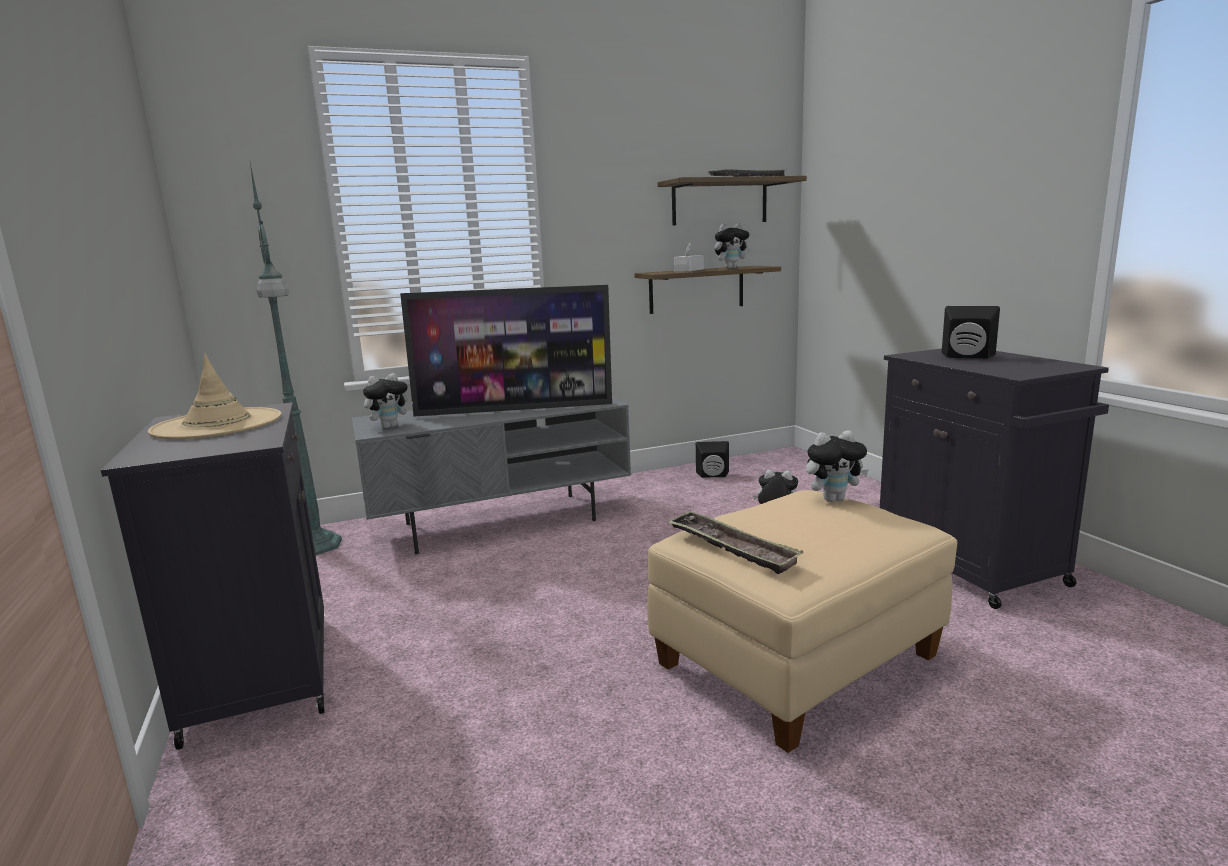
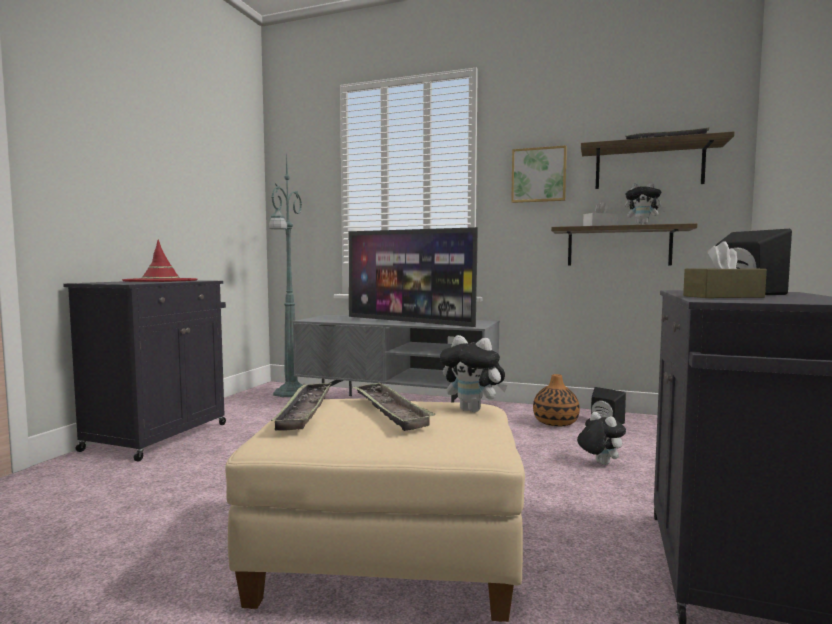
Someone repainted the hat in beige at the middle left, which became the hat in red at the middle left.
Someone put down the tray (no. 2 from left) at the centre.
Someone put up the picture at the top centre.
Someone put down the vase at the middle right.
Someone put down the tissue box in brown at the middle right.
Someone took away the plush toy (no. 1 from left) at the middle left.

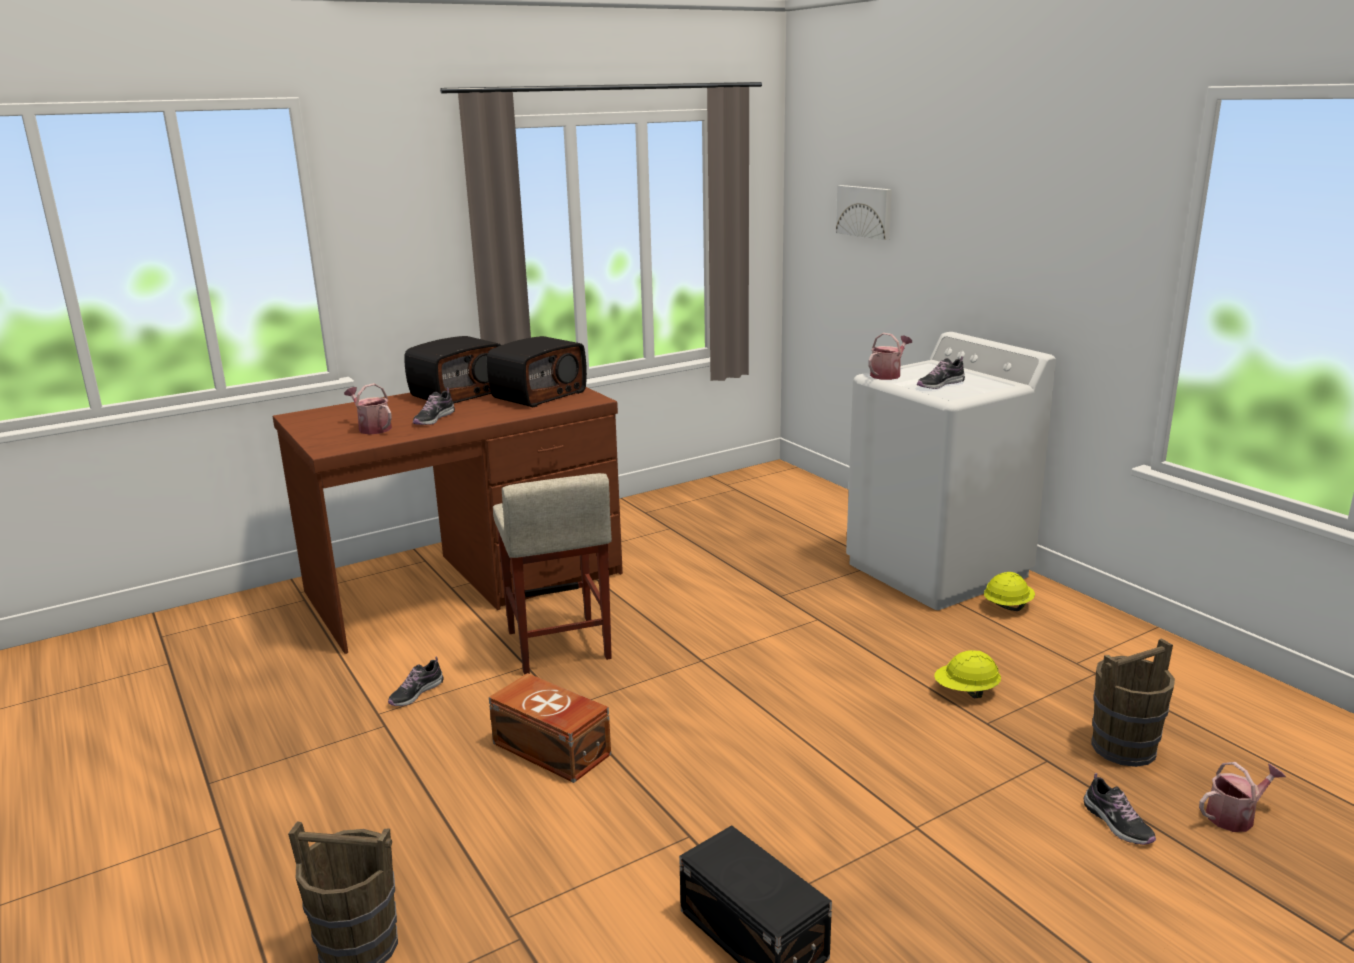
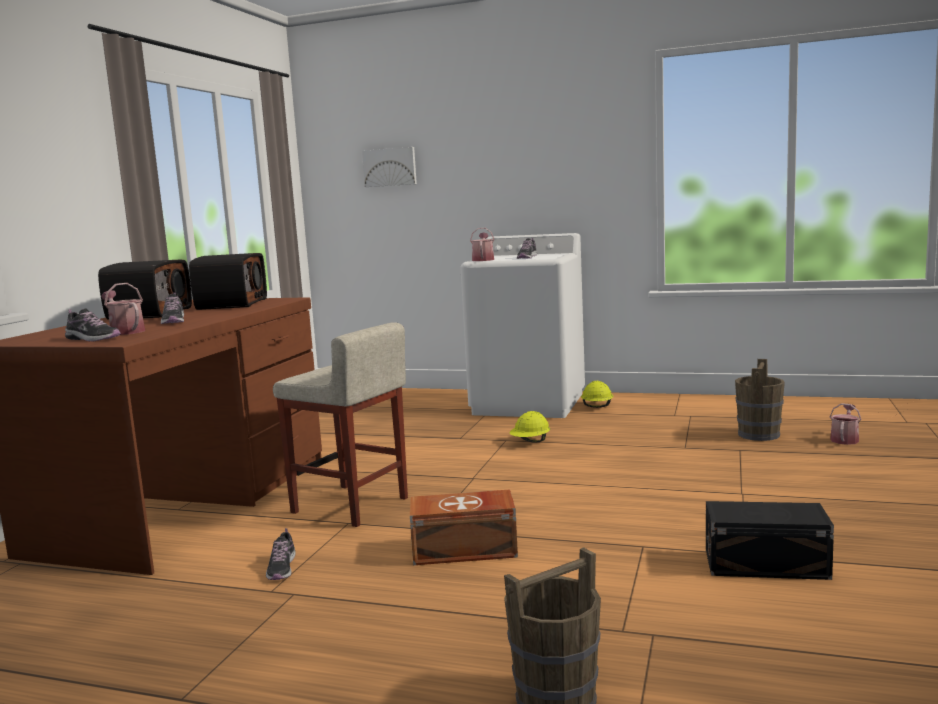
Someone carried the shoe (no. 4 from left in the first image) from the bottom right to the middle left.
Someone rotated the watering can (no. 1 from left) at the middle left by 45 degrees clockwise.
Someone carried the hard hat in yellow (no. 1 from left) from the bottom right to the centre.

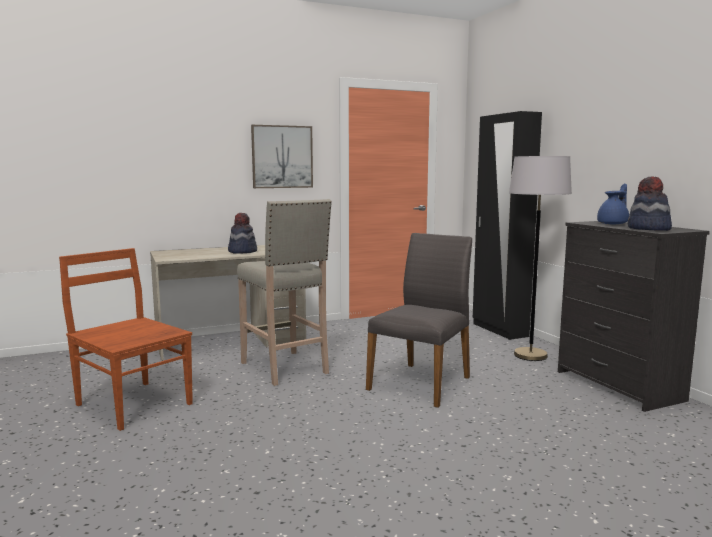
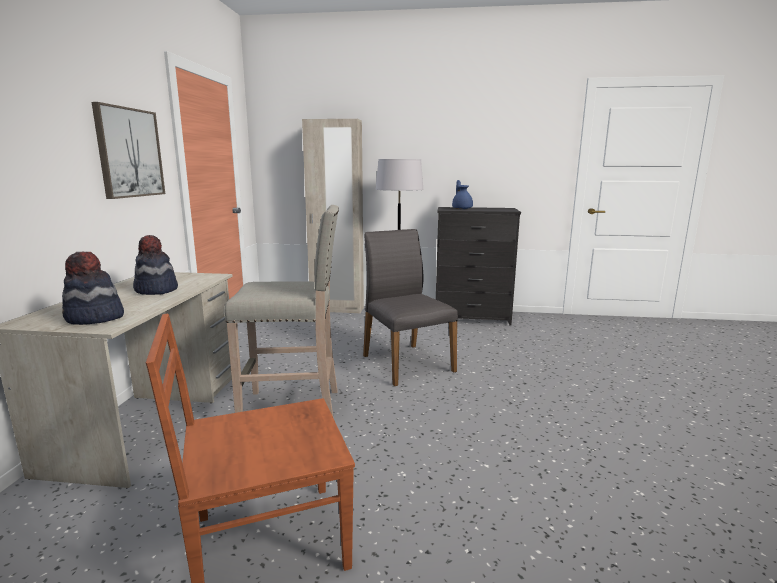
Someone carried the hat (no. 2 from left in the first image) from the middle right to the middle left.
Someone repainted the wardrobe in black at the middle right, which became the wardrobe in beige at the centre.

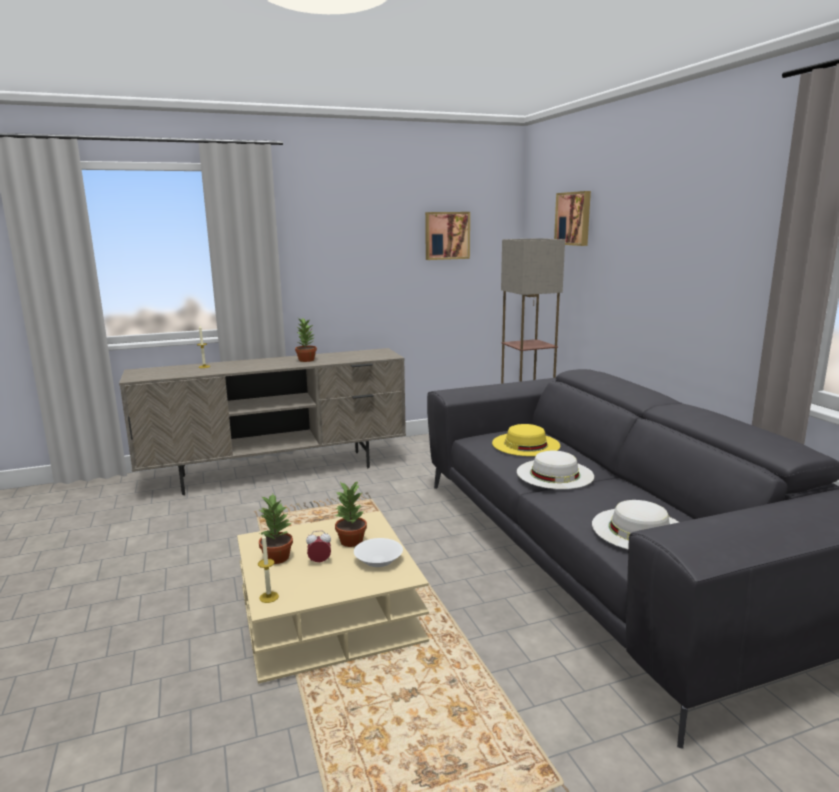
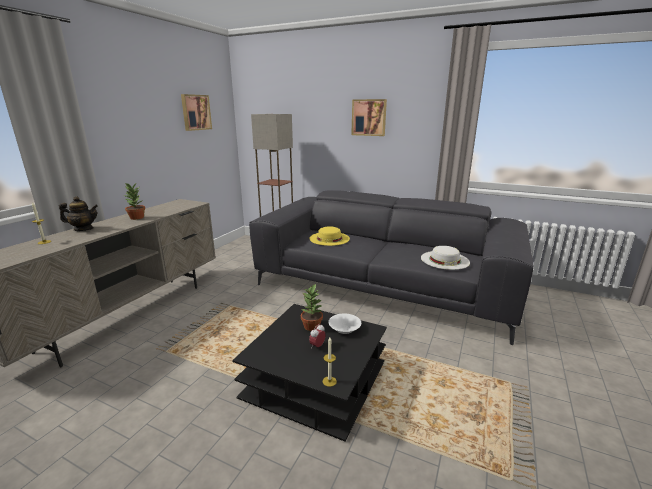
Someone put down the teapot at the middle left.
Someone repainted the coffee table in beige at the bottom centre, which became the coffee table in black at the bottom centre.
Someone carried the picture (no. 2 from left) from the top right to the top centre.
Someone took away the potted plant (no. 1 from left) at the bottom left.
Someone took away the hat in white (no. 1 from left) at the centre.

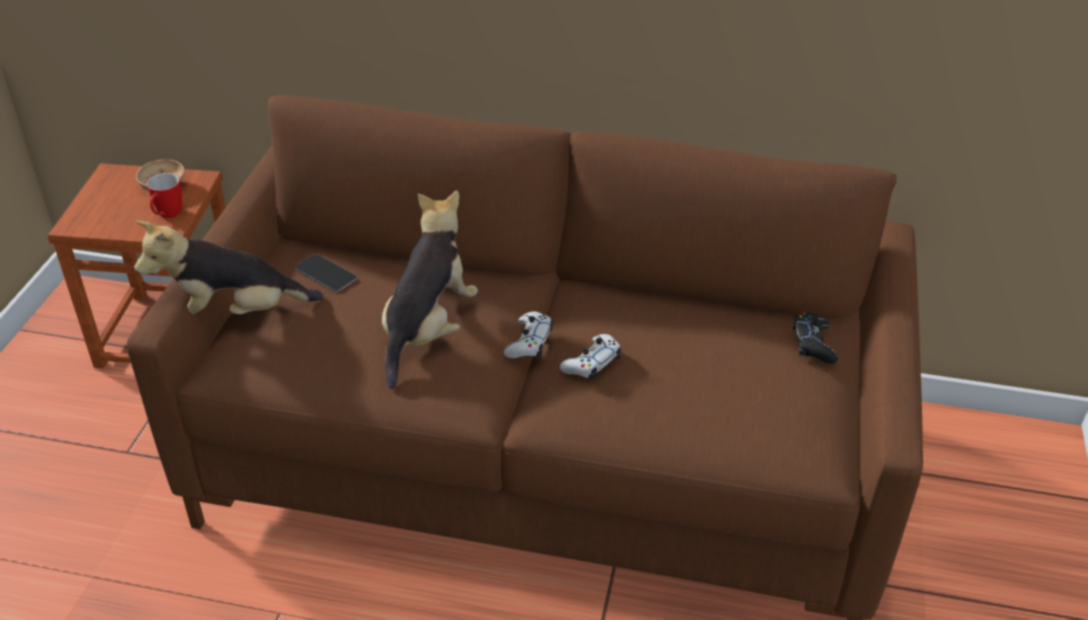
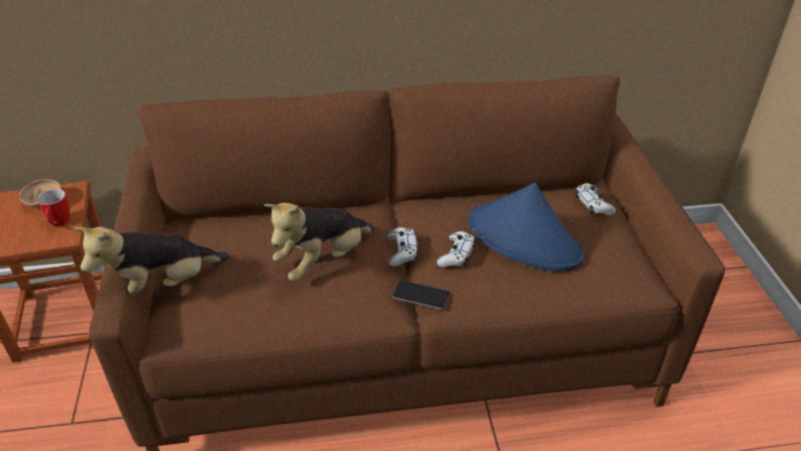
Someone rotated the plush toy (no. 2 from left) at the centre by 135 degrees counterclockwise.
Someone carried the phone from the middle left to the centre.
Someone put down the hat in blue at the centre.
Someone repainted the game controller in black at the middle right, which became the game controller in white (no. 3 from left) at the middle right.

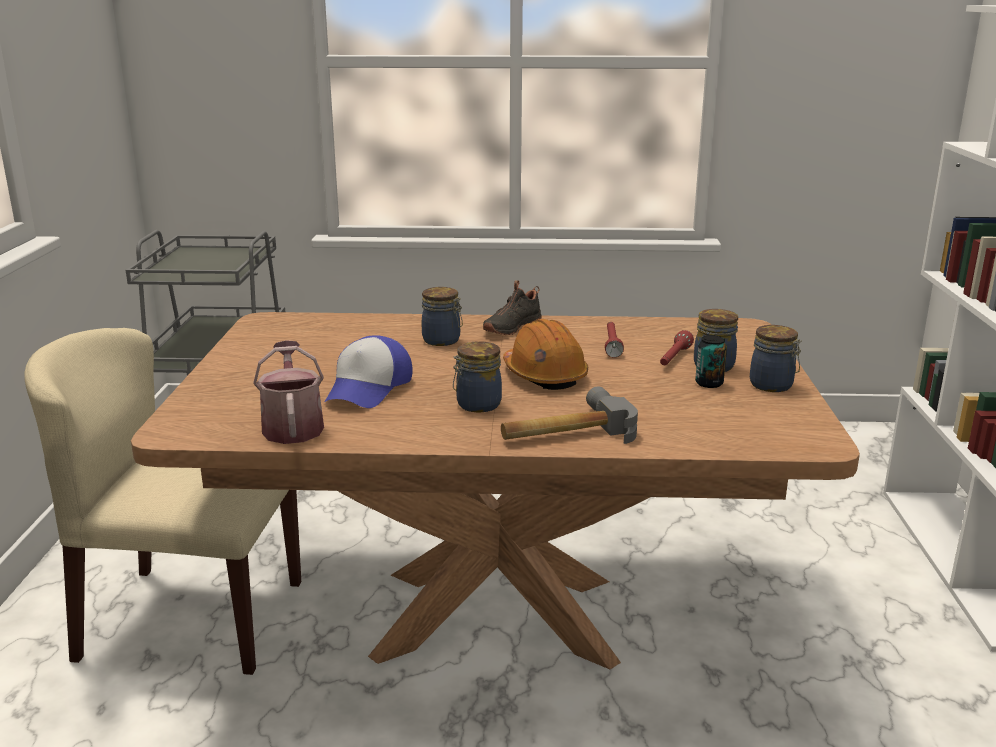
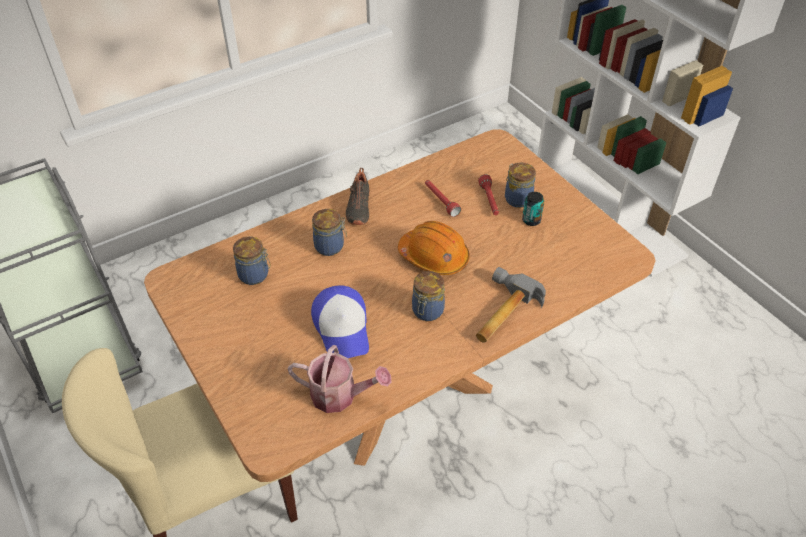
Someone carried the jar (no. 4 from left in the first image) from the middle right to the middle left.
Someone rotated the watering can at the middle left by 150 degrees clockwise.

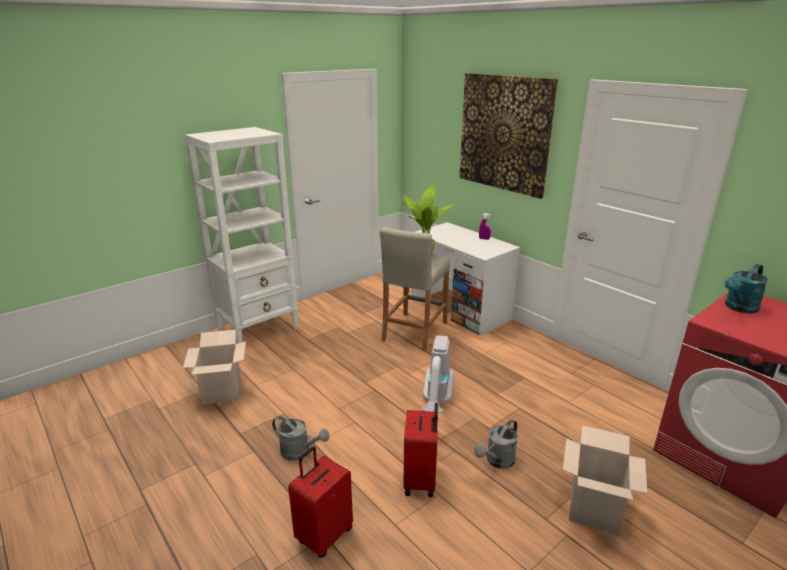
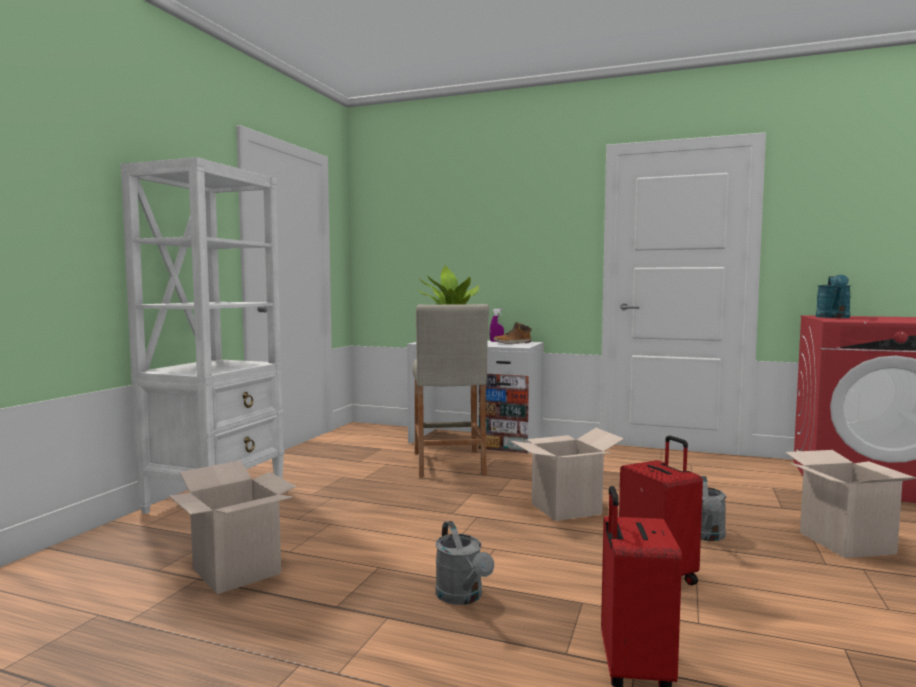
Someone rotated the watering can in grey (no. 1 from left) at the bottom centre by 75 degrees clockwise.
Someone put down the boot at the centre.
Someone swapped the vacuum cleaner at the centre for the cardboard box (no. 2 from left) at the bottom centre.
Someone took away the picture at the top centre.

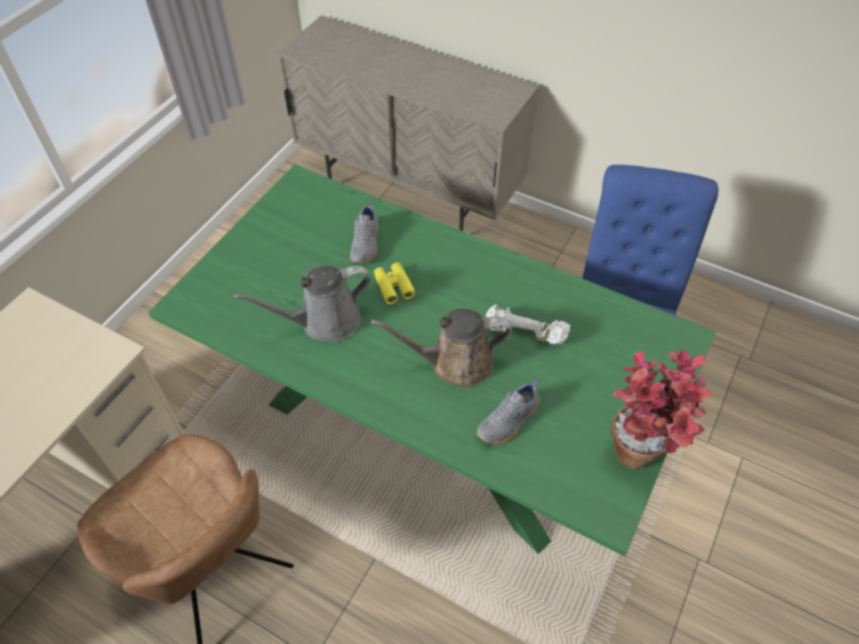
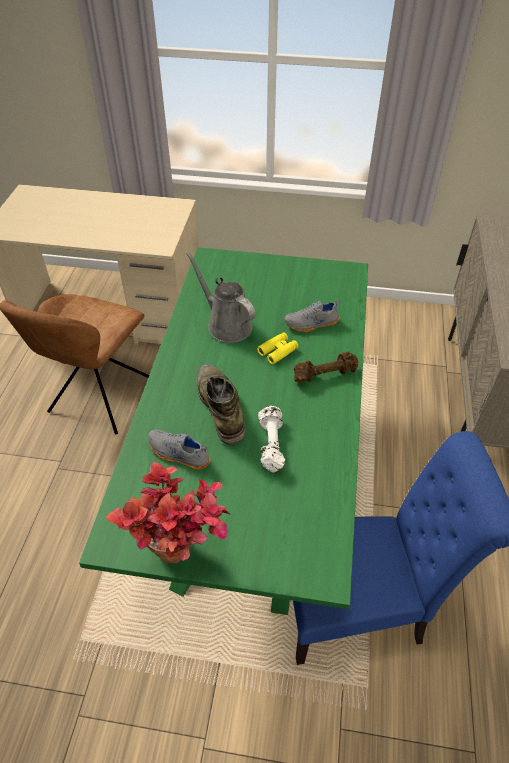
Someone swapped the watering can in brown at the centre for the boot in green at the centre.
Someone put down the dumbbell in brown at the centre.

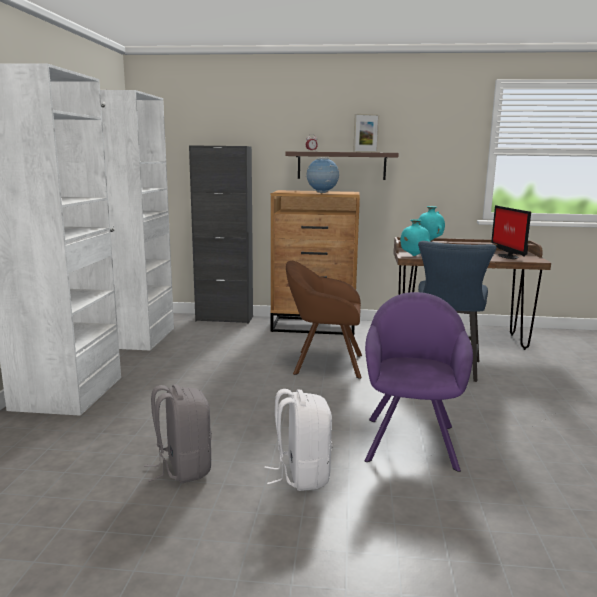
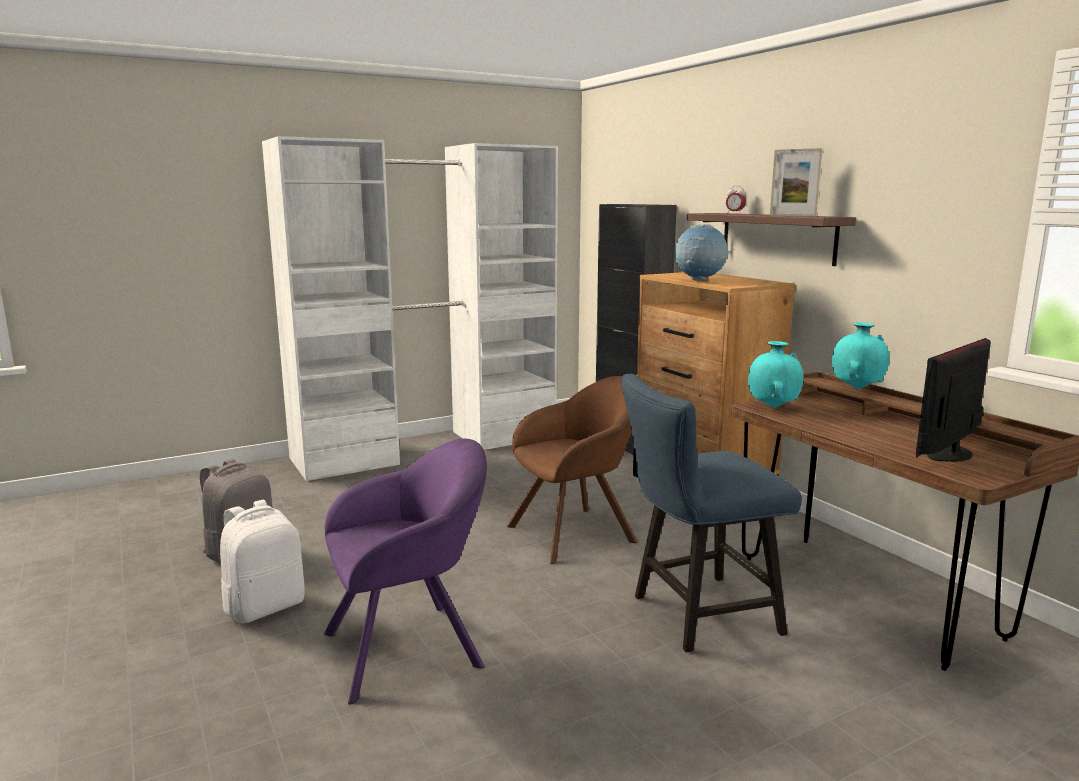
Someone rotated the armchair in brown at the centre by 90 degrees clockwise.

